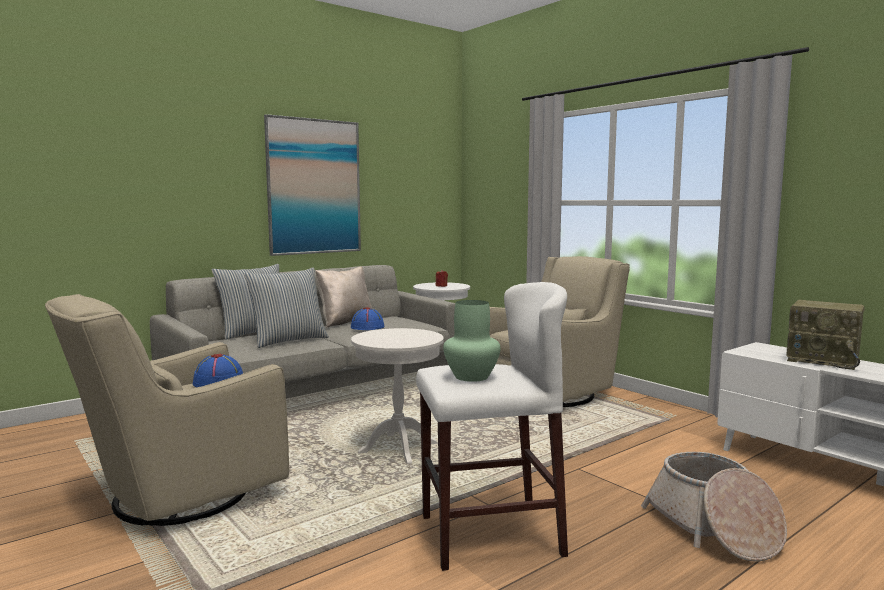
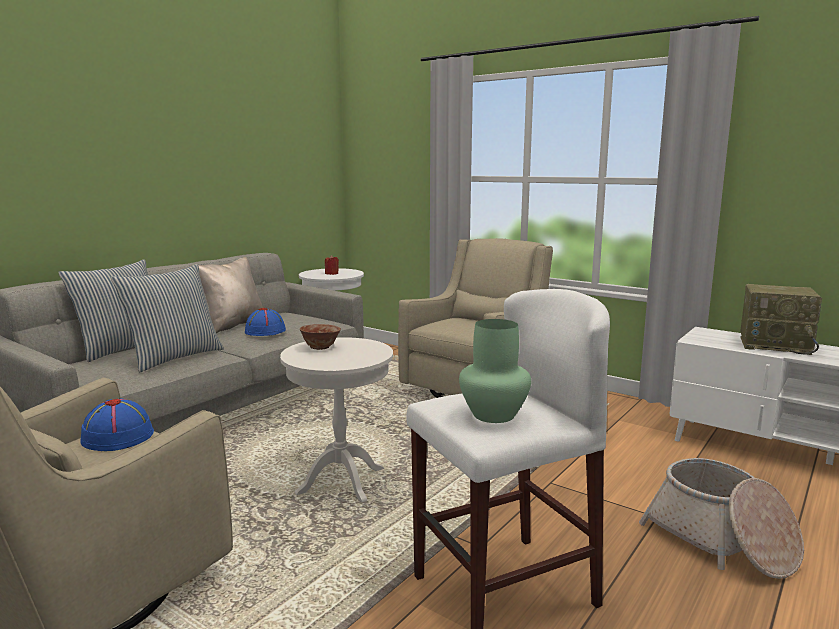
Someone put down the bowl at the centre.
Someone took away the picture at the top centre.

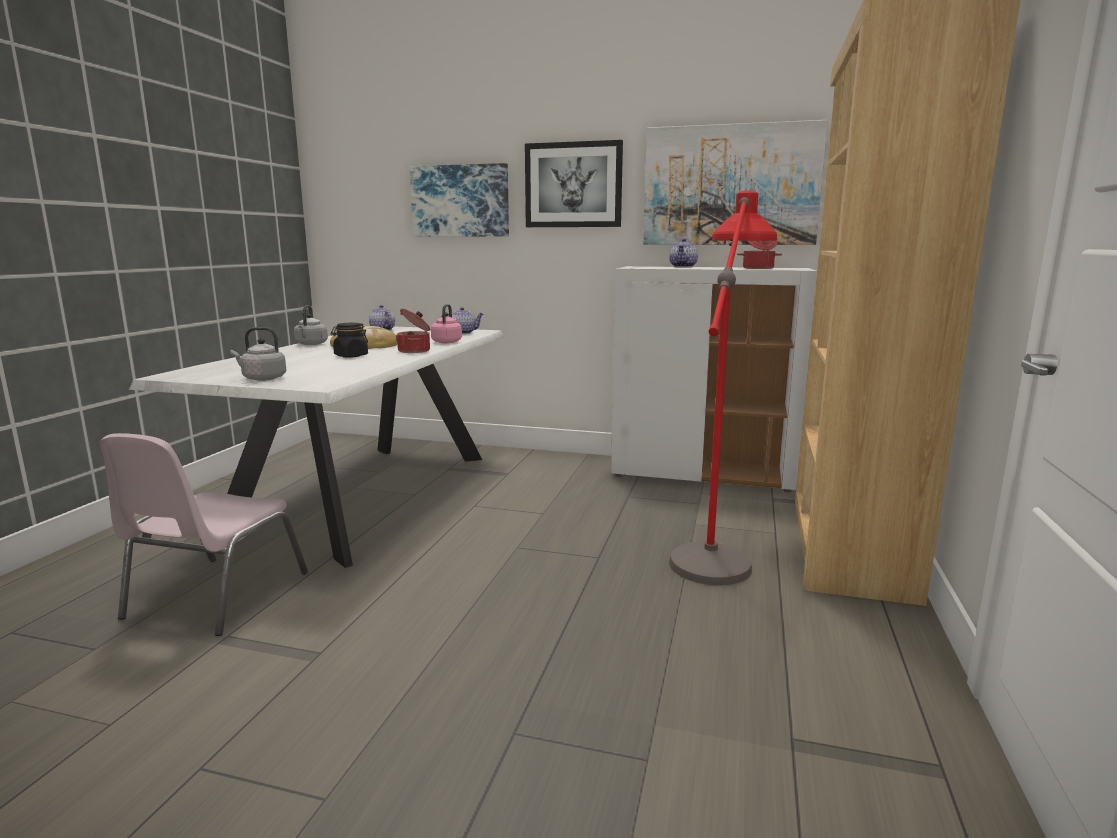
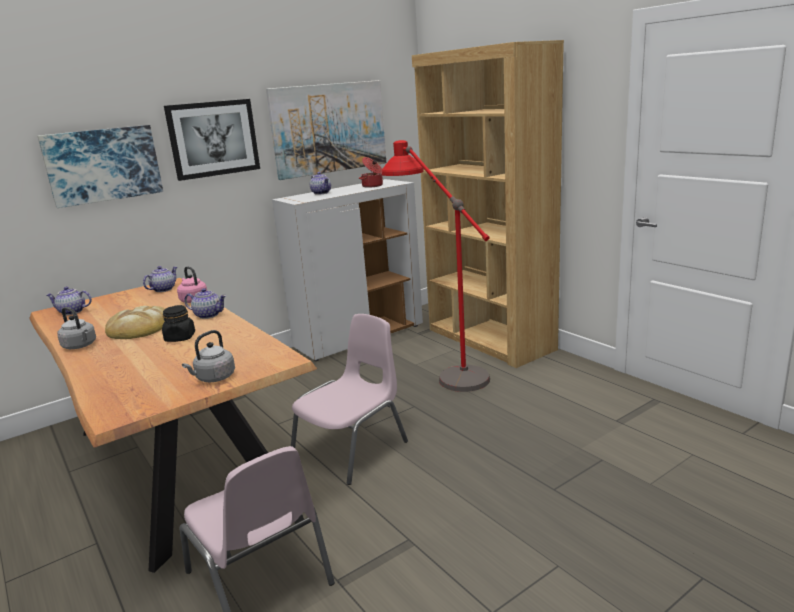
Someone repainted the dining table in white at the middle left, which became the dining table in brown at the bottom left.
Someone swapped the cooking pot (no. 1 from left) at the centre for the teapot (no. 3 from left) at the middle left.
Someone put down the chair in pink (no. 2 from left) at the centre.

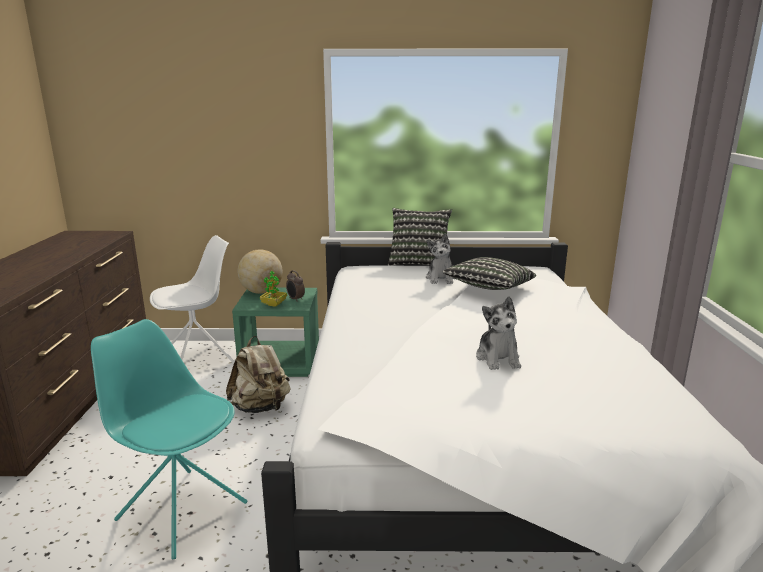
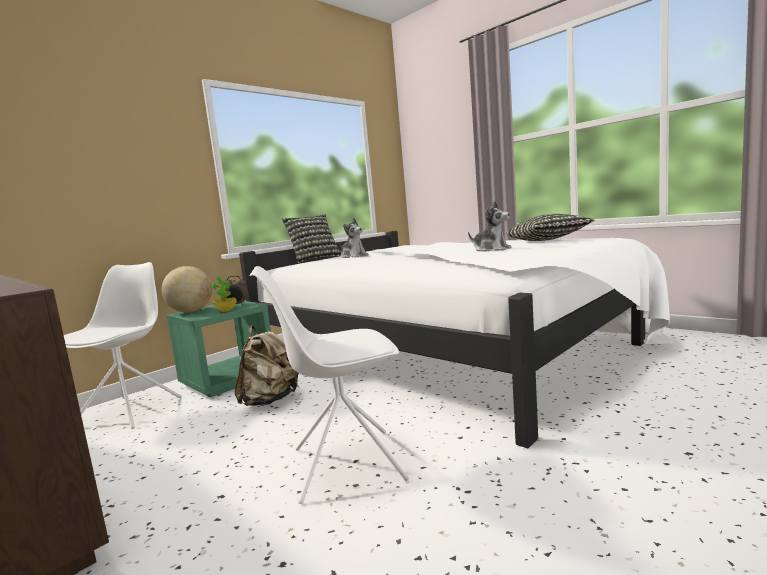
Someone repainted the chair in turquoise at the bottom left, which became the chair in white (no. 2 from left) at the bottom centre.
Someone carried the pillow (no. 2 from left) from the centre to the middle right.

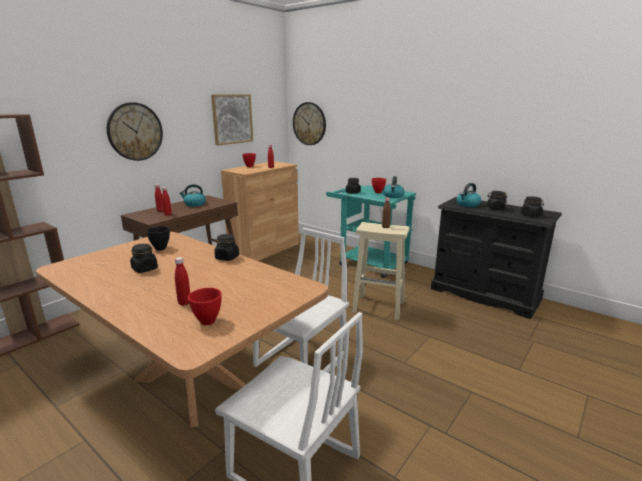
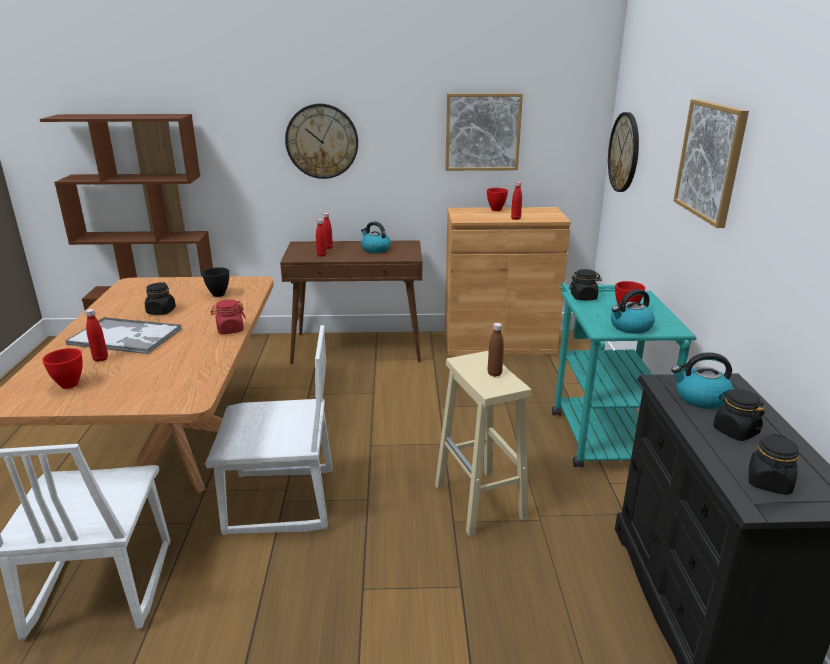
Someone put down the tray at the middle left.
Someone repainted the jar in black (no. 2 from left) at the centre, which became the jar in red at the middle left.
Someone put up the picture (no. 2 from left) at the top right.

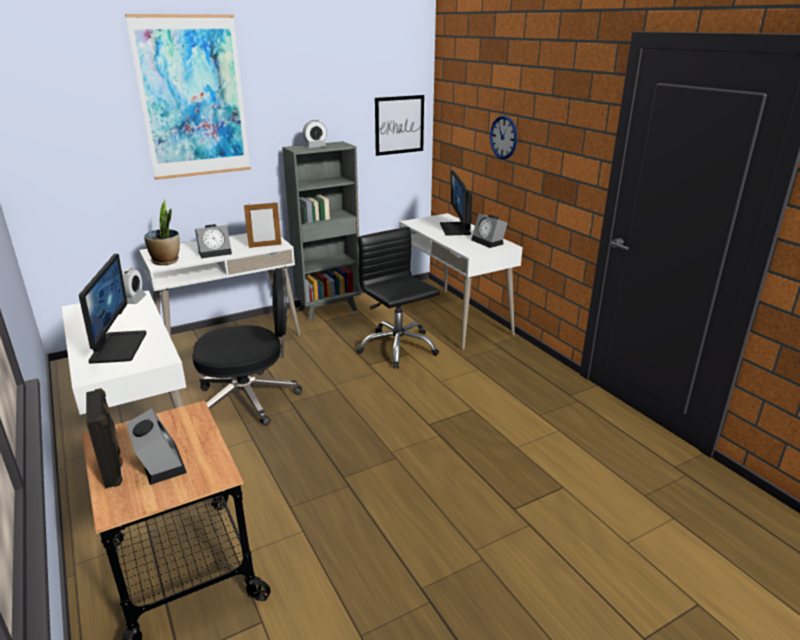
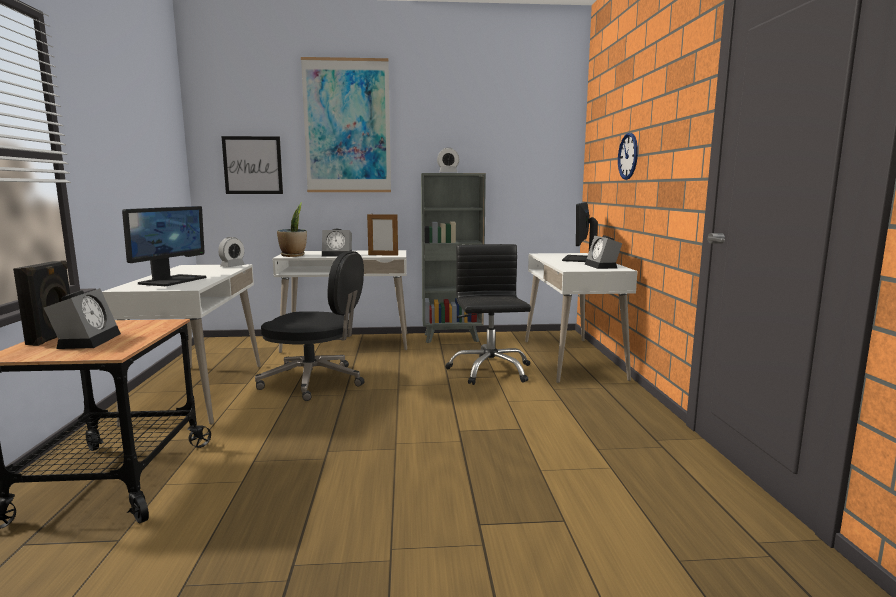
Someone carried the picture (no. 2 from left in the first image) from the top centre to the top left.

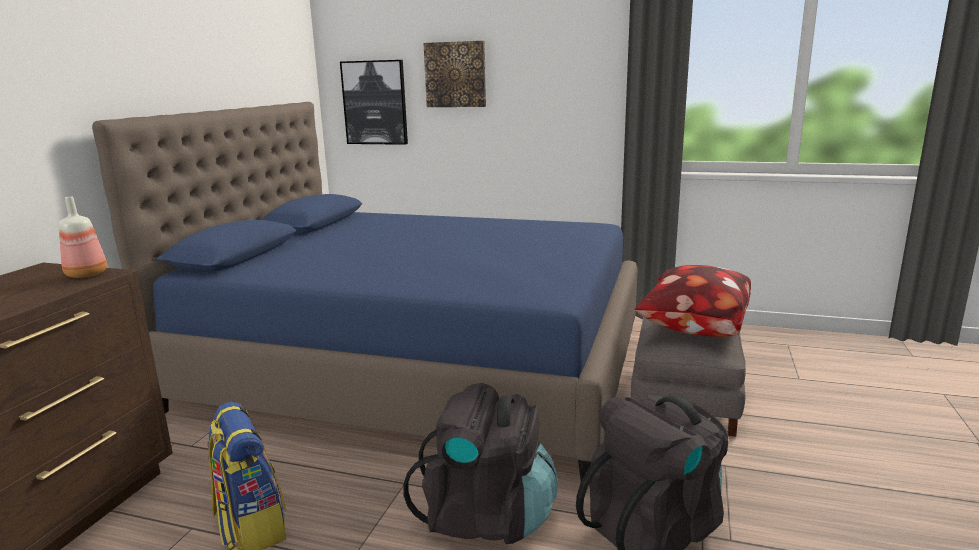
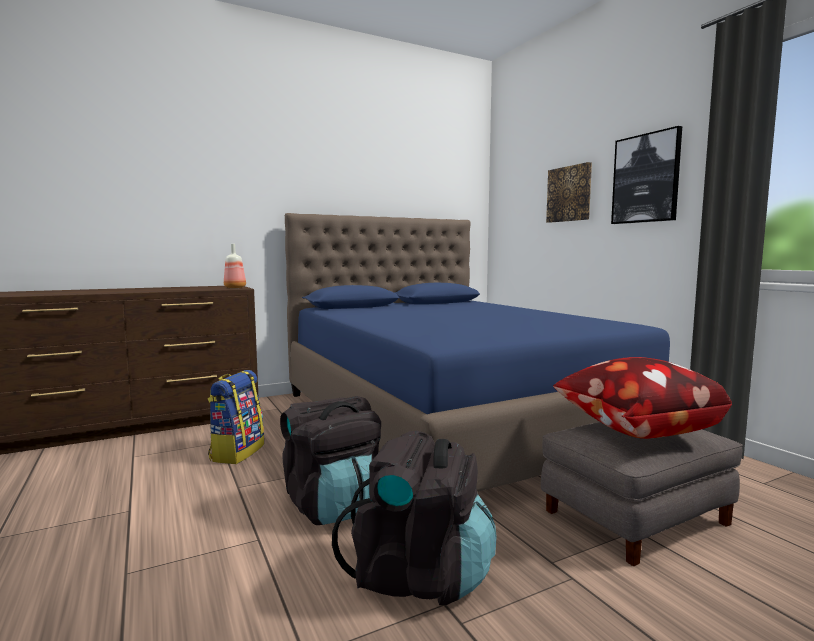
Someone carried the picture (no. 1 from left in the first image) from the top centre to the top right.

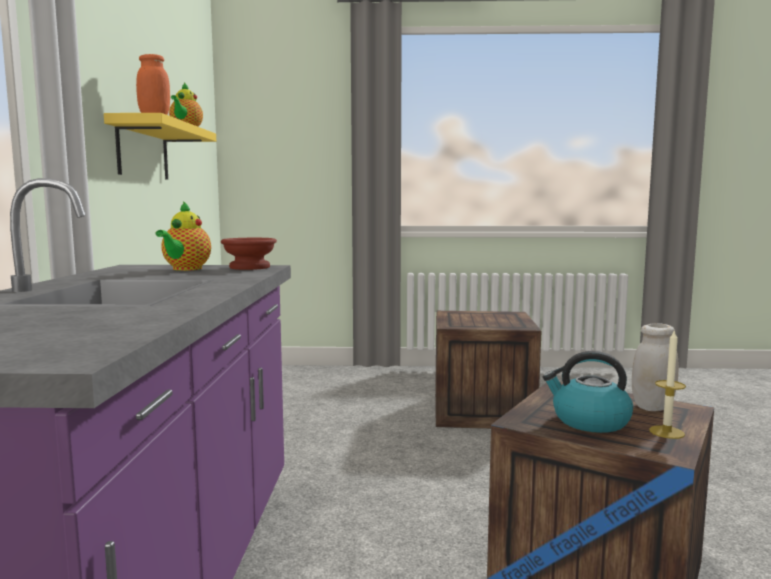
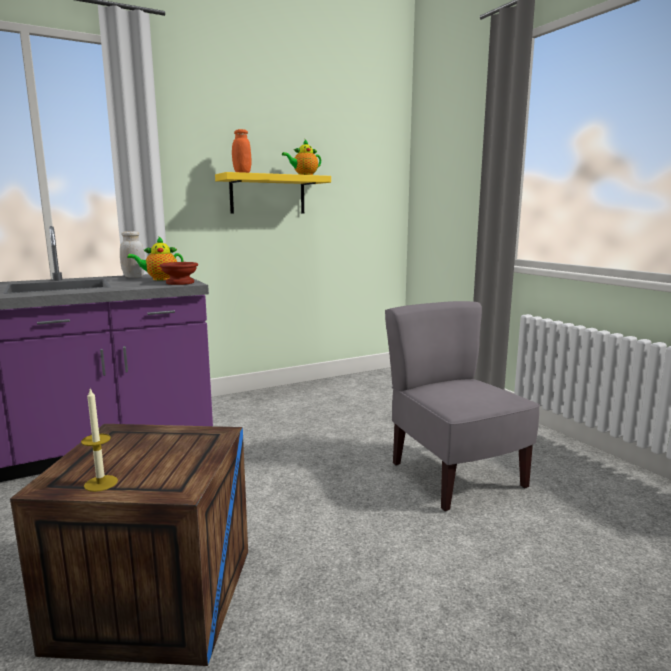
Someone carried the jar in white from the middle right to the middle left.
Someone swapped the crate (no. 1 from left) at the centre for the chair in grey at the middle right.
Someone took away the kettle at the bottom right.

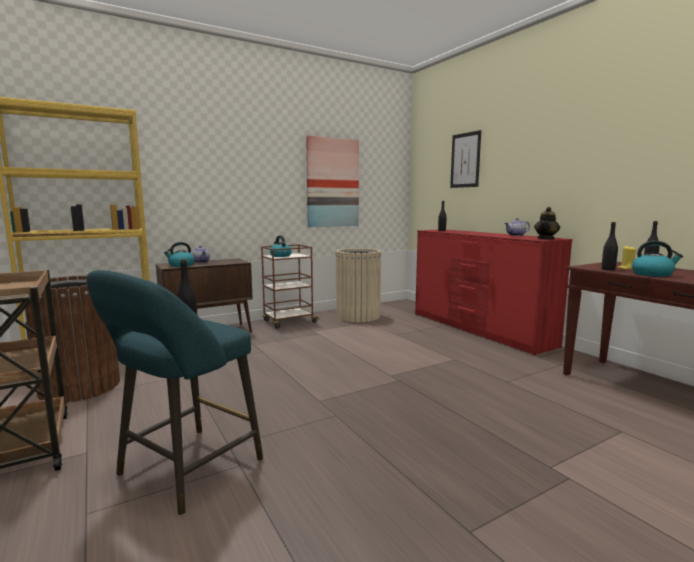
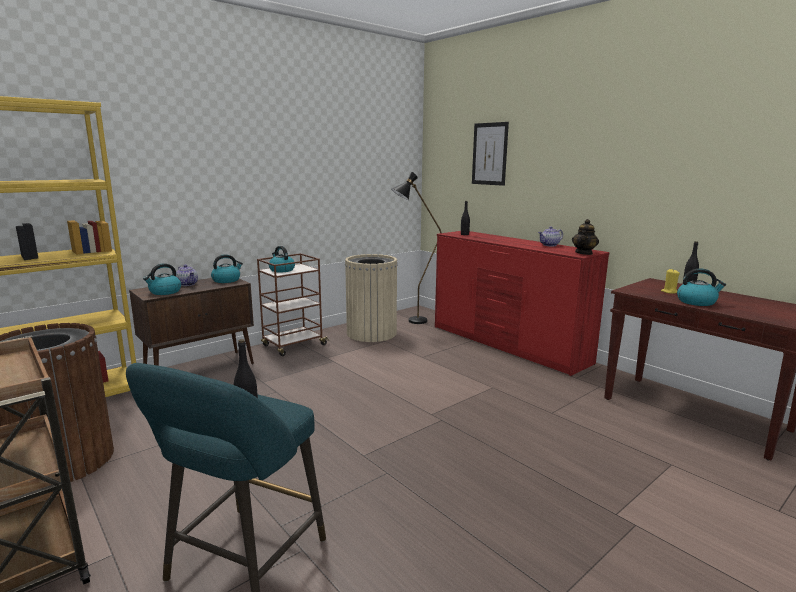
Someone put down the kettle (no. 2 from left) at the middle left.
Someone put down the floor lamp in black at the centre.
Someone took away the picture (no. 1 from left) at the top centre.
Someone took away the bottle in black (no. 3 from left) at the middle right.

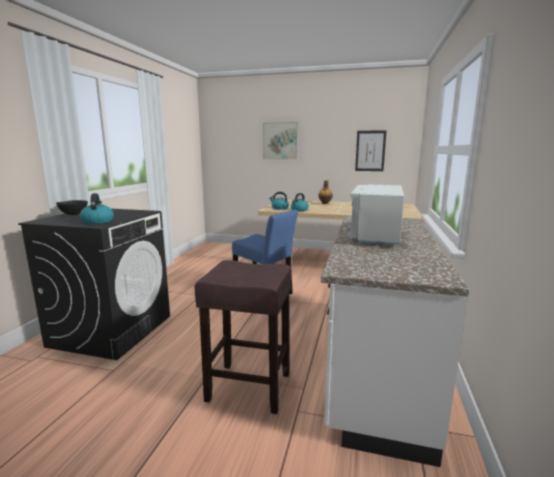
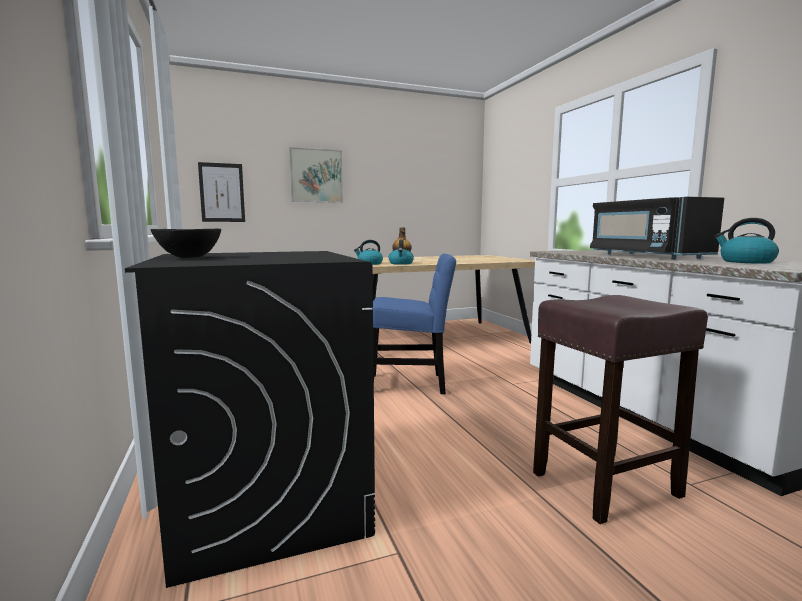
Someone carried the picture (no. 2 from left in the first image) from the top right to the top left.
Someone repainted the microwave in white at the middle right, which became the microwave in black at the middle right.
Someone carried the kettle (no. 1 from left in the first image) from the middle left to the middle right.

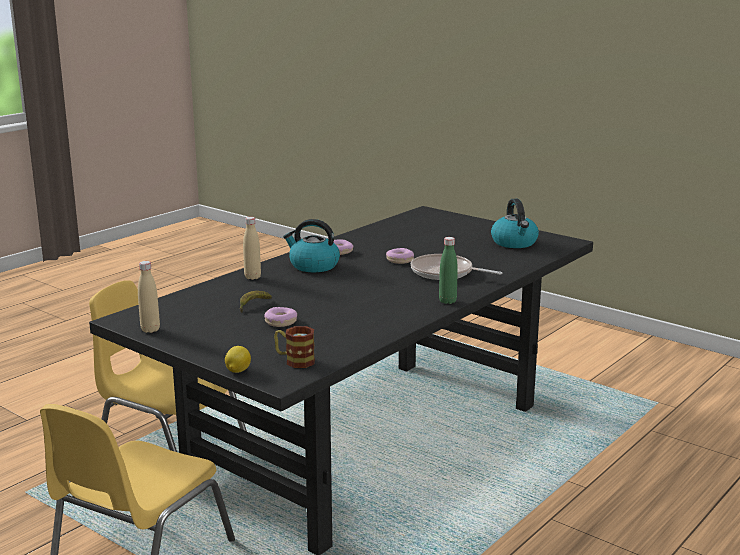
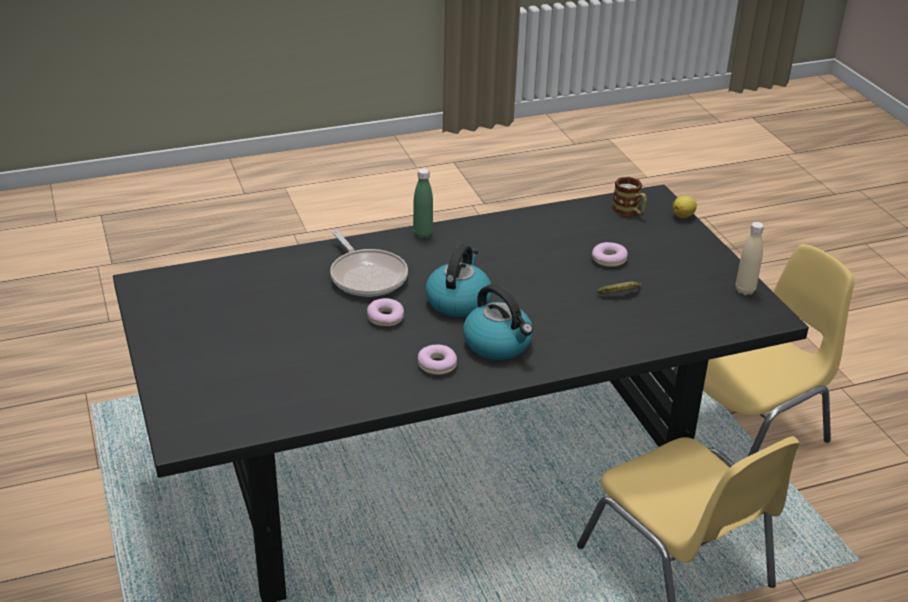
Someone carried the kettle (no. 2 from left in the first image) from the middle right to the centre.
Someone took away the bottle in beige (no. 2 from left) at the centre.

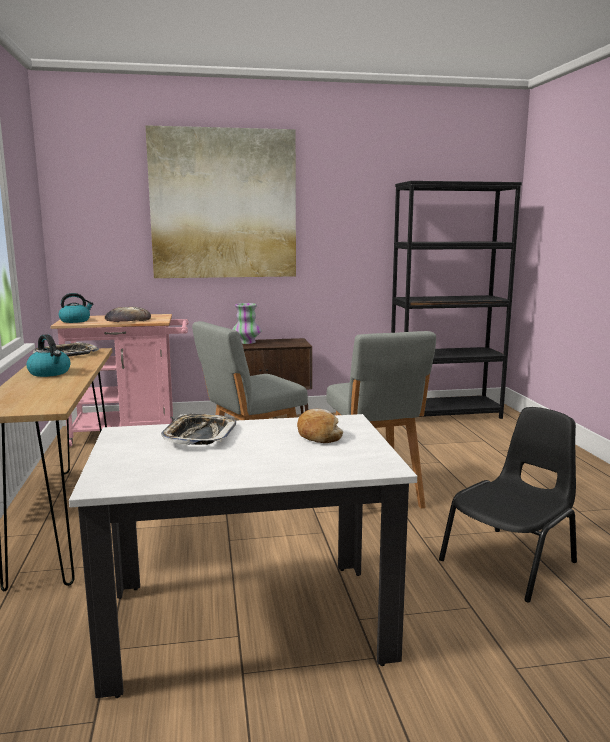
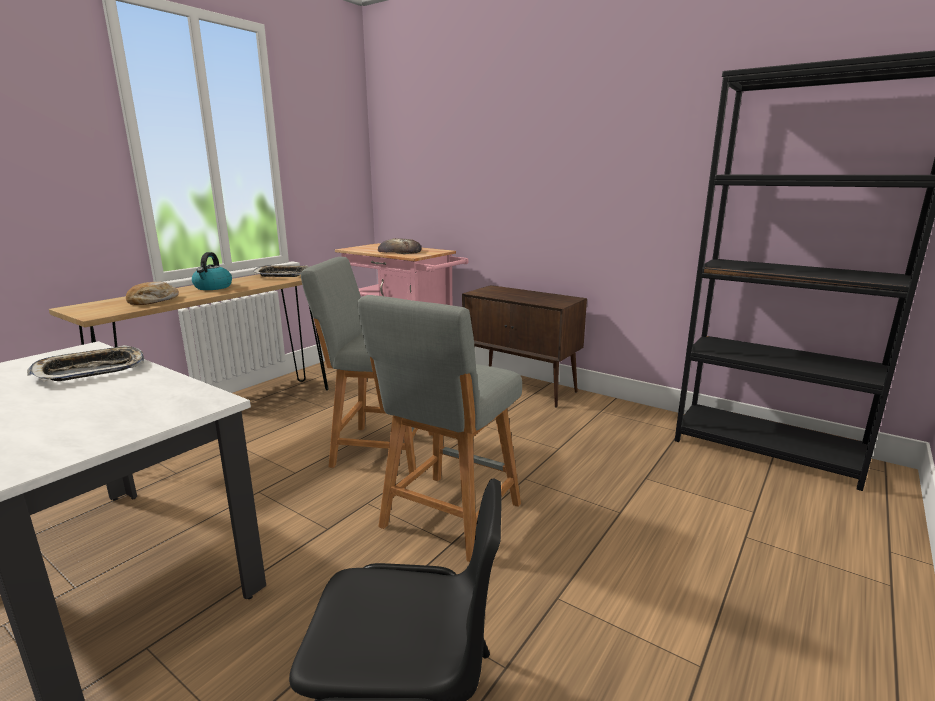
Someone carried the bread (no. 2 from left in the first image) from the centre to the middle left.
Someone took away the kettle (no. 2 from left) at the middle left.
Someone took away the picture at the top centre.
Someone took away the vase at the centre.

